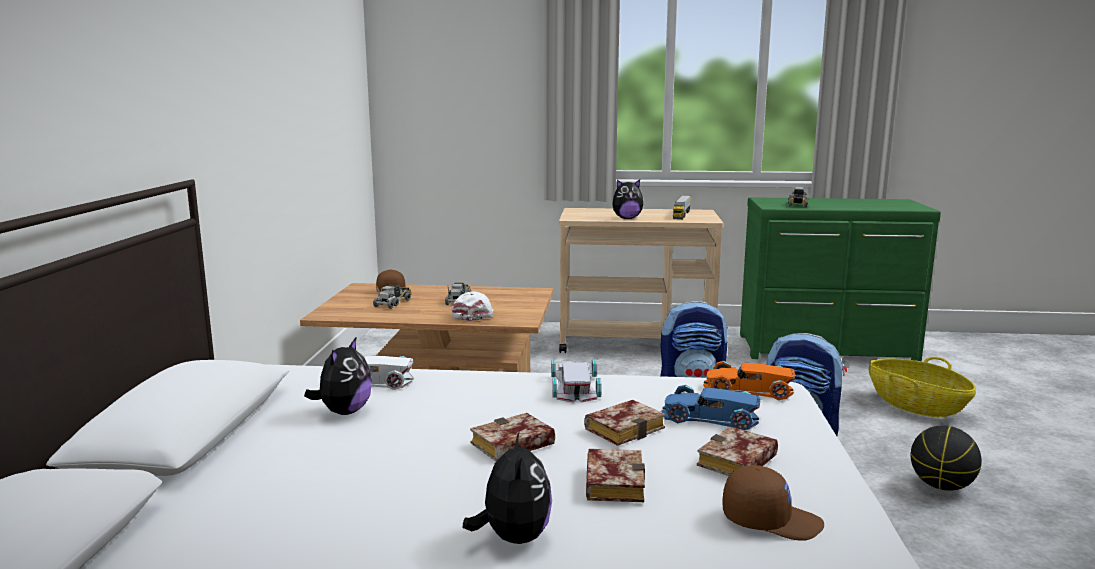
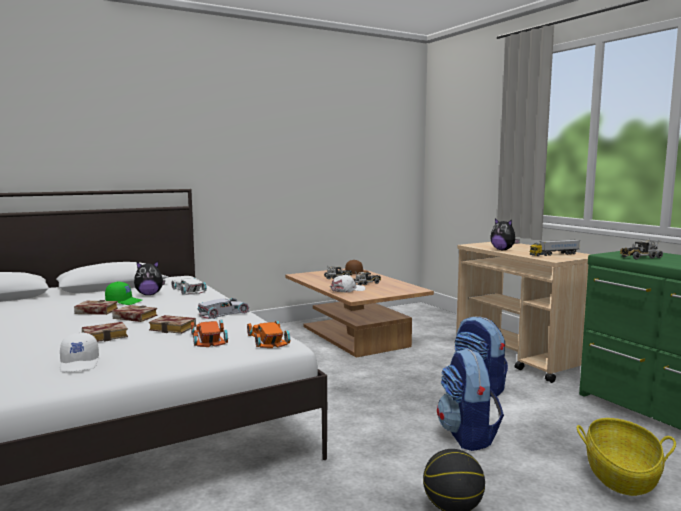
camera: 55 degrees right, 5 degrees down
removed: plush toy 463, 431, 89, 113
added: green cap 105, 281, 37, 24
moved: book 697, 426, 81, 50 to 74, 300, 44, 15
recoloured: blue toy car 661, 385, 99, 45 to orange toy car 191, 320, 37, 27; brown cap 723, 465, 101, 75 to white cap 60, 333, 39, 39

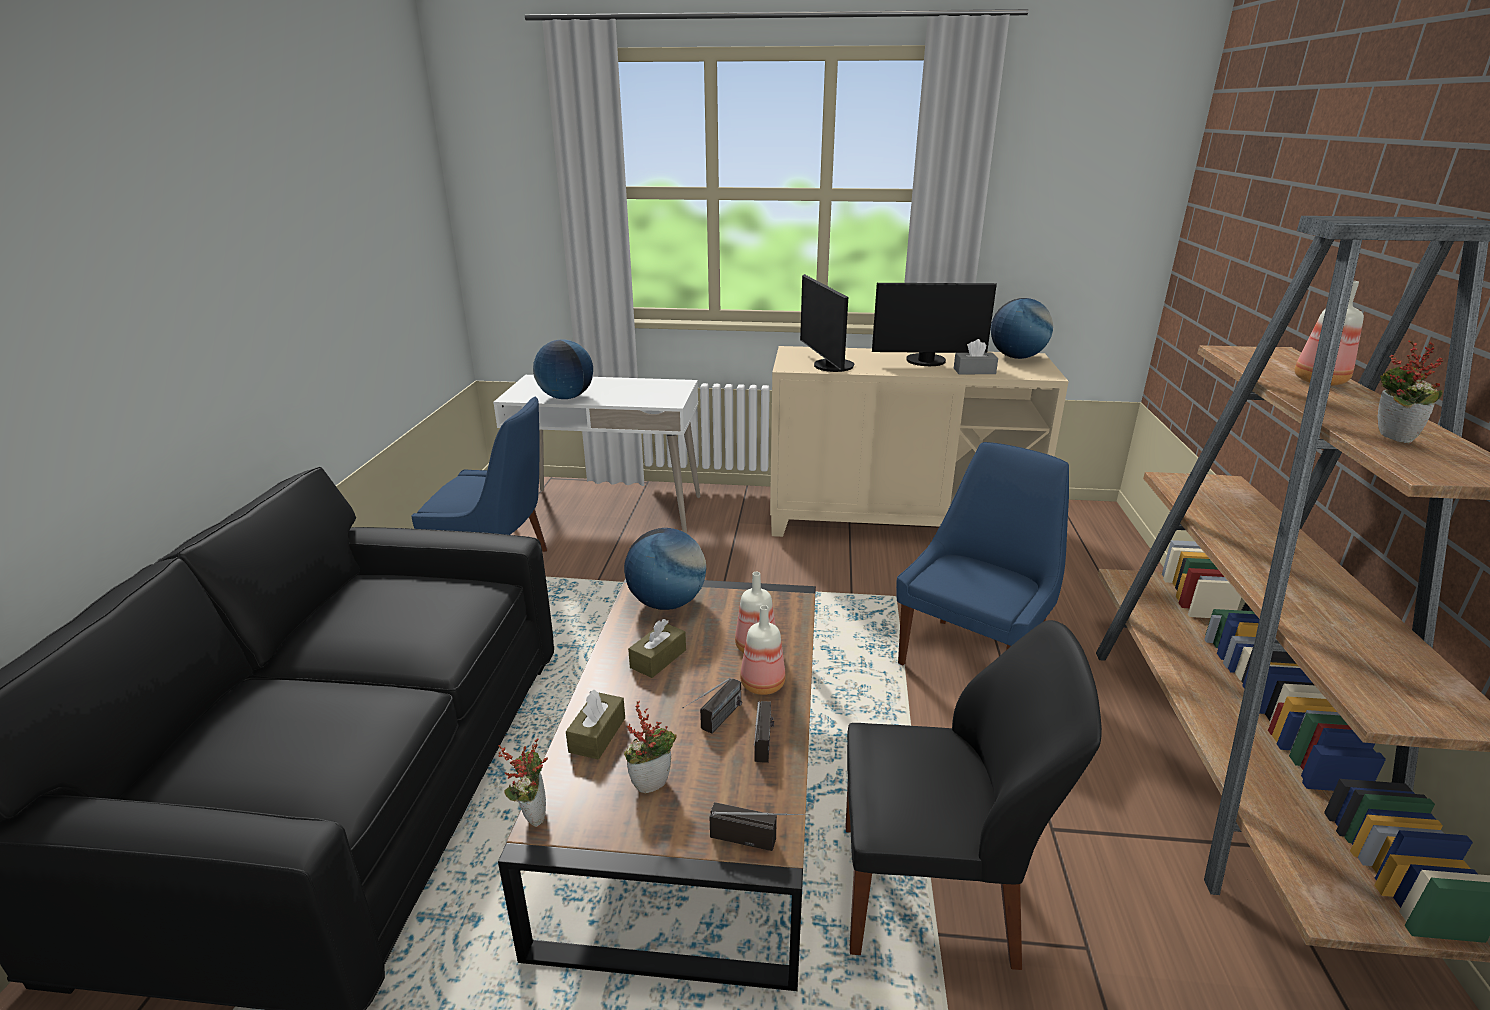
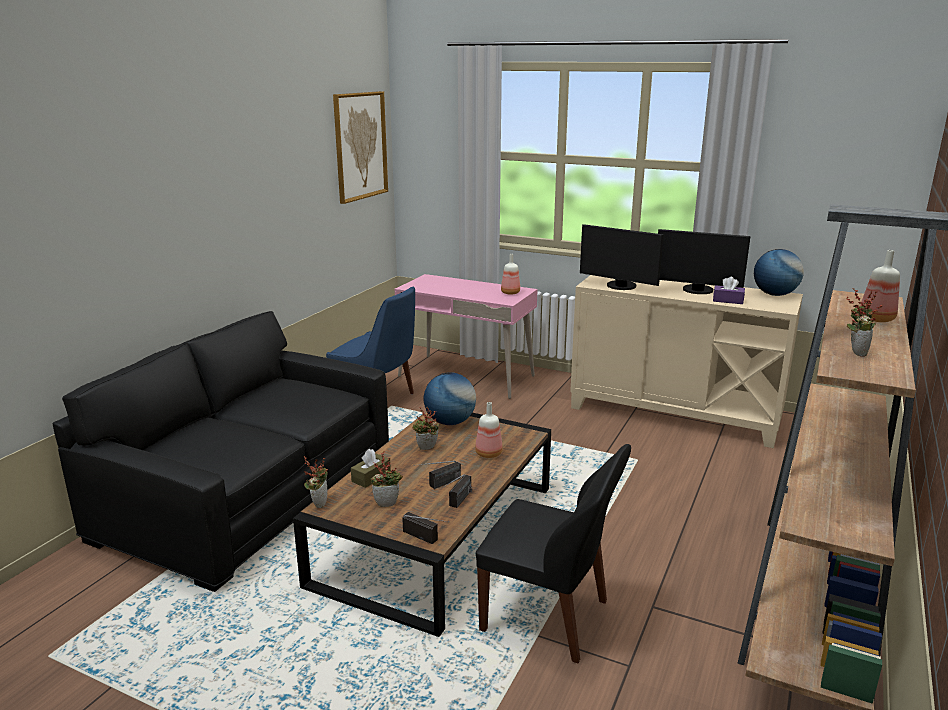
camera: 20 degrees right, 5 degrees down
removed: globe 533, 339, 60, 60; blue chair 896, 442, 173, 223
added: picture 333, 91, 55, 113
moved: bottle 740, 605, 46, 90 to 501, 254, 19, 41
replaced: brown tissue box 628, 619, 58, 59 to potted plant 412, 407, 27, 43
recoloured: white desk 493, 375, 207, 159 to pink desk 395, 274, 143, 125; grey tissue box 954, 339, 44, 35 to purple tissue box 713, 277, 32, 27
turned: monitor 800, 274, 55, 98 = 580, 224, 84, 66 60 degrees counterclockwise

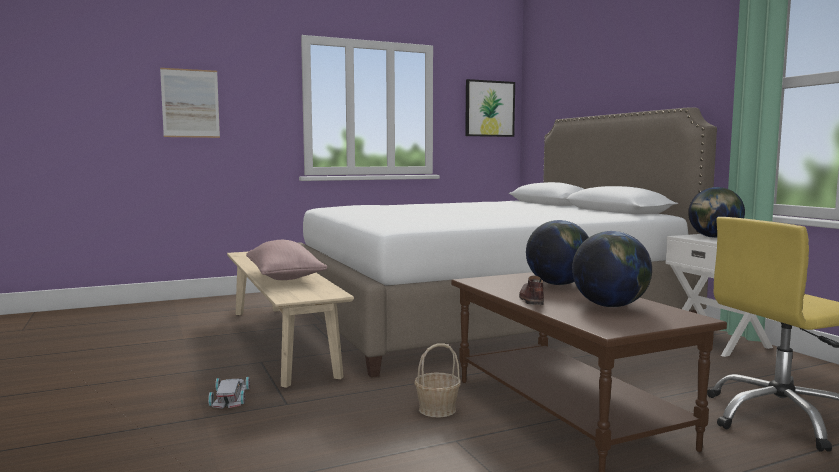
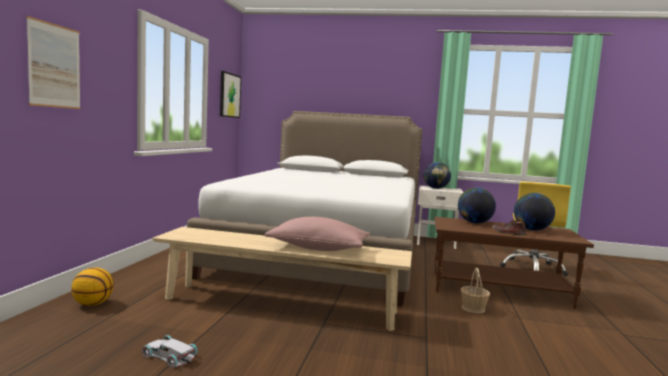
camera: 55 degrees left, 0 degrees up
added: basketball 71, 268, 43, 38
moved: white toy car 208, 377, 42, 32 to 142, 335, 56, 32

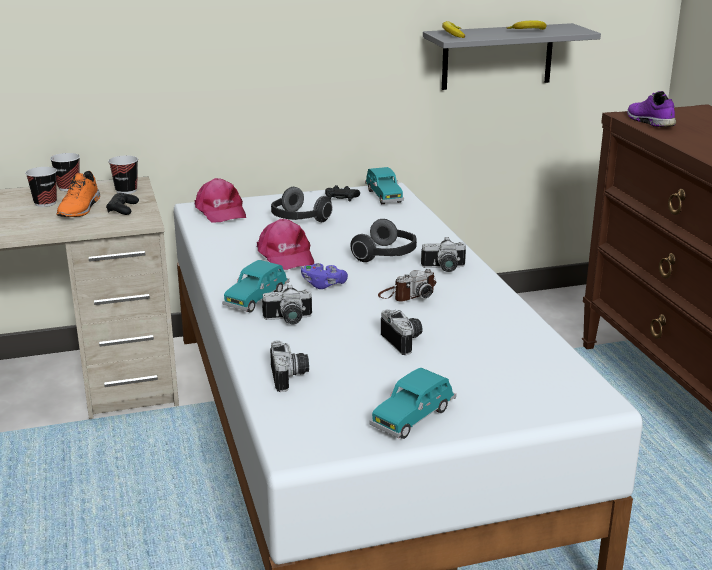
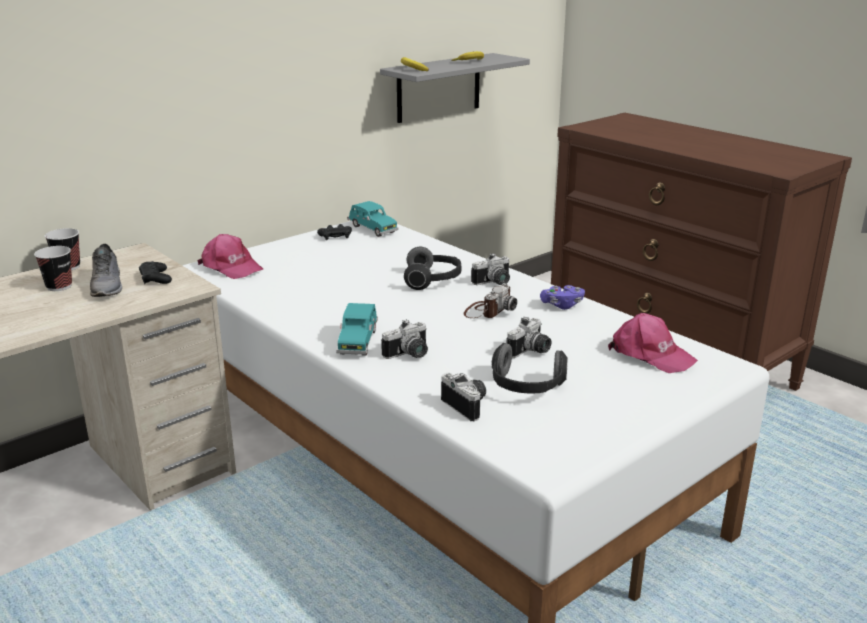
camera: 25 degrees left, 0 degrees up
removed: cup 108, 156, 30, 38; turquoise toy car 369, 368, 87, 71; purple shoe 627, 91, 49, 36
moved: pink cap 257, 219, 57, 51 to 608, 313, 90, 60; headphones 271, 187, 62, 35 to 492, 343, 76, 51; purple game controller 301, 263, 47, 26 to 540, 285, 45, 25
recoloured: orange shoe 56, 171, 44, 46 to grey shoe 90, 243, 32, 54
turned: photo camera 381, 309, 42, 46 = 506, 317, 45, 41 90 degrees clockwise

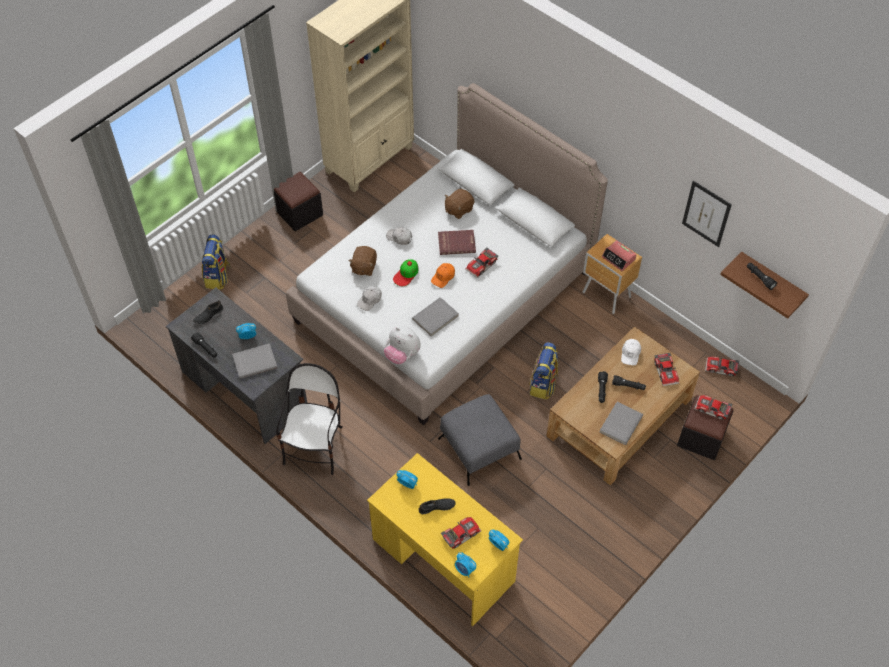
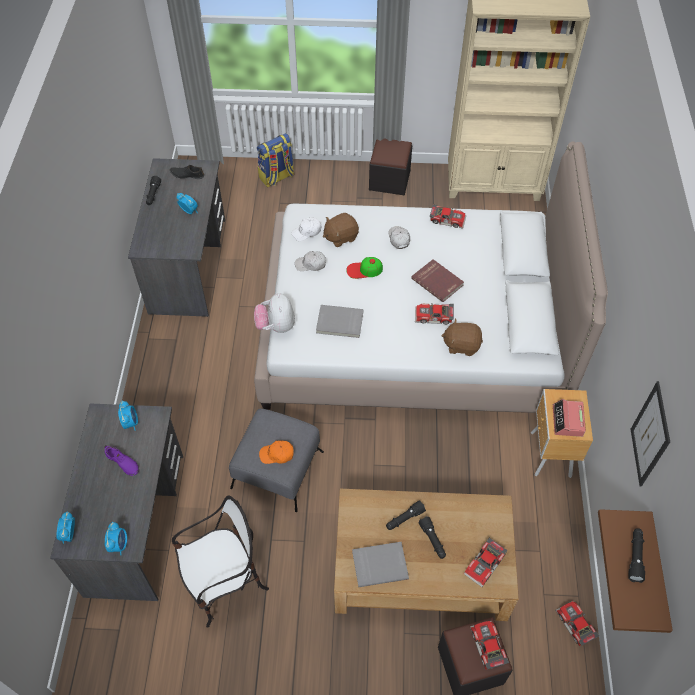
camera: 50 degrees right, 0 degrees up
removed: grey book 232, 343, 45, 36; backpack 529, 342, 29, 58
moved: chair 276, 363, 67, 112 to 172, 495, 97, 133; orange cap 431, 263, 24, 25 to 259, 441, 35, 23; toy car 441, 517, 40, 32 to 430, 204, 36, 25; brown plush toy 445, 189, 30, 30 to 441, 319, 42, 37; white cap 621, 339, 20, 27 to 291, 217, 30, 24
recoloured: yellow desk 367, 453, 156, 173 to grey desk 51, 403, 132, 198; black shoe 419, 498, 37, 16 to purple shoe 104, 445, 35, 31

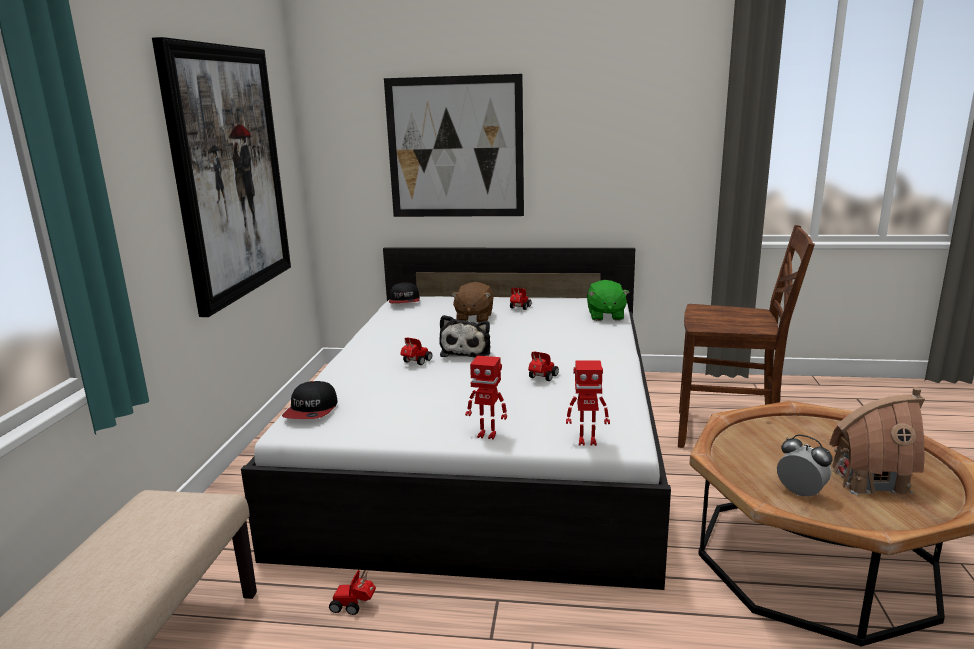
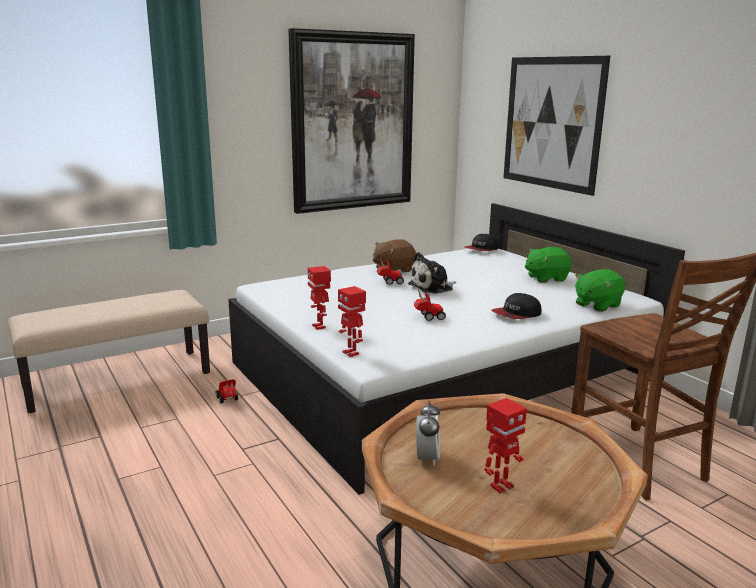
camera: 50 degrees right, 0 degrees up
moved: cap 282, 381, 56, 38 to 492, 293, 49, 26; brown plush toy 451, 282, 43, 41 to 373, 239, 43, 33
replaced: toy car 510, 287, 21, 23 to green plush toy 525, 247, 47, 36; toy house 829, 387, 96, 112 to toy robot 484, 398, 43, 96

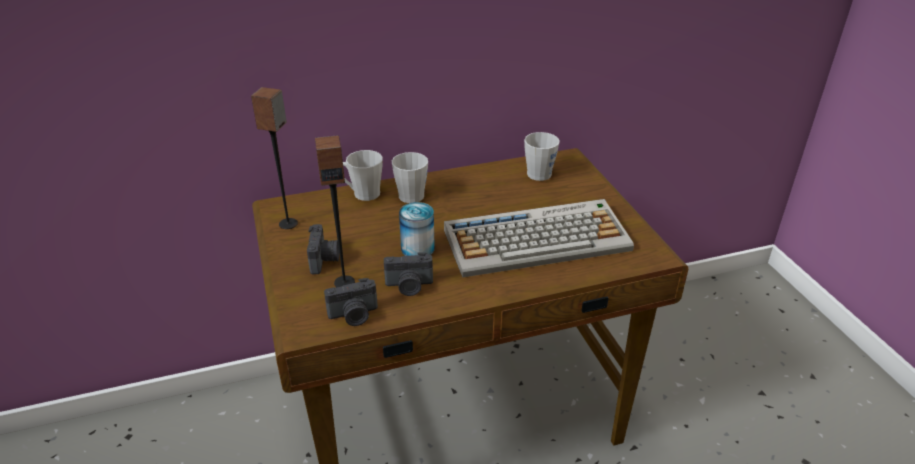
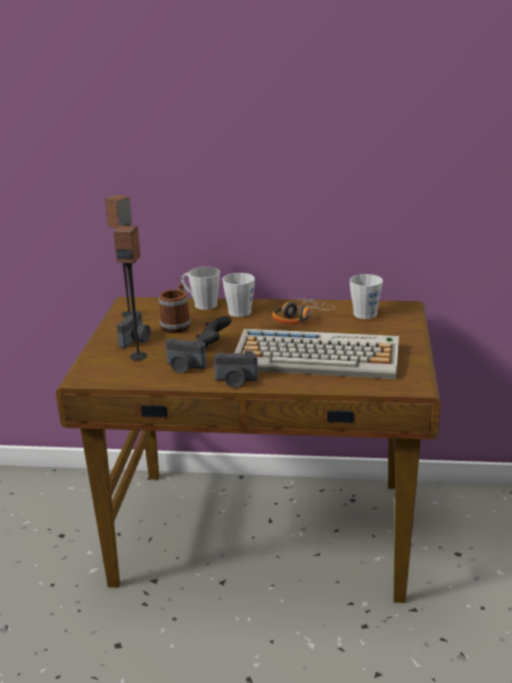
camera: 25 degrees right, 10 degrees down
added: mug 159, 283, 32, 50; headphones 272, 298, 63, 26
moved: photo camera 324, 278, 54, 48 to 214, 351, 44, 37
replaced: can 399, 202, 36, 54 to black game controller 196, 316, 35, 33

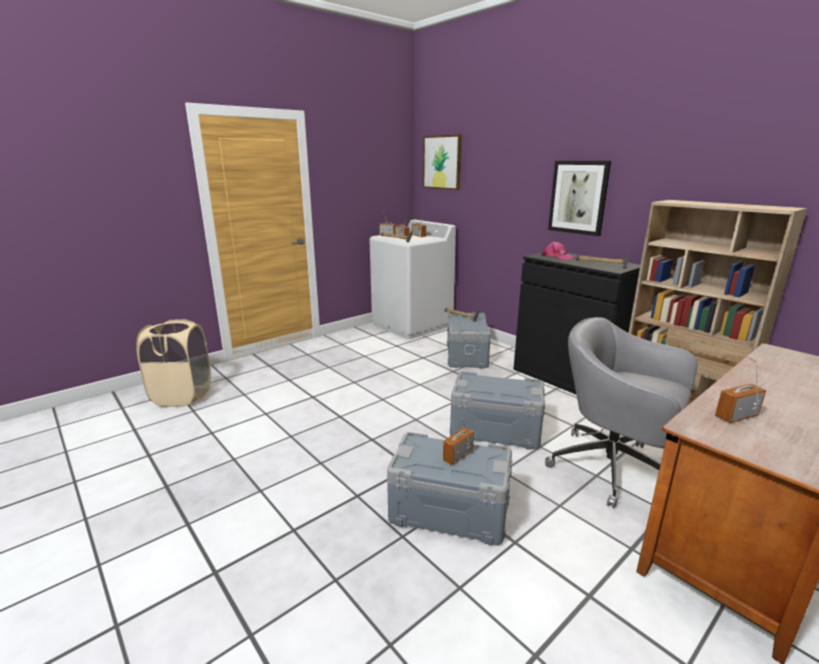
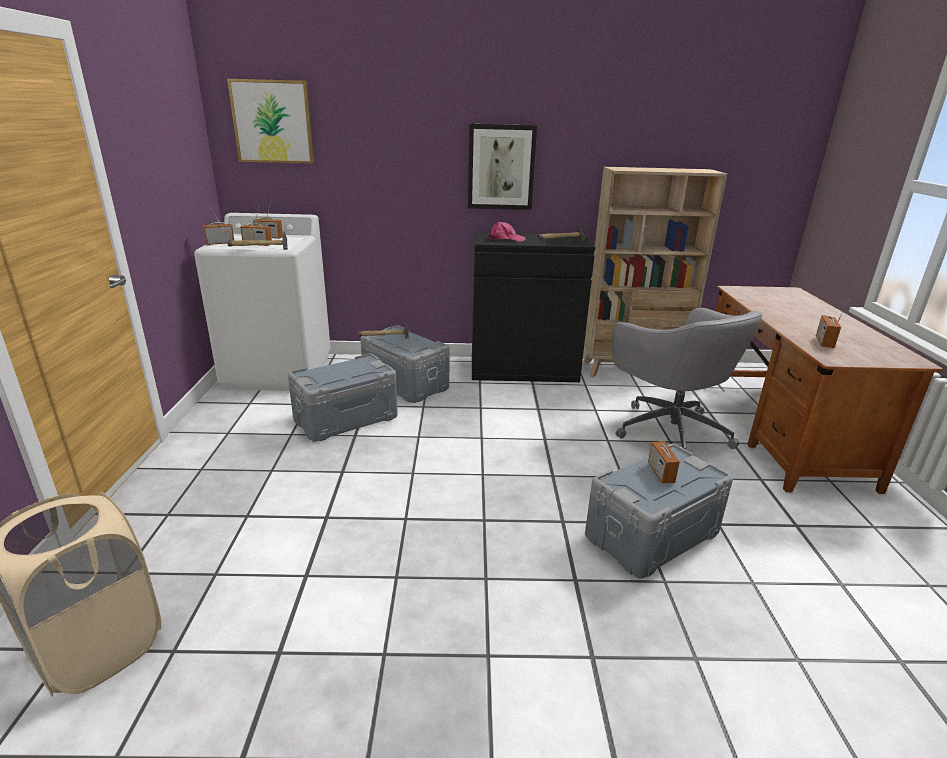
camera: 50 degrees left, 5 degrees up
moved: grey storage box 450, 372, 95, 78 to 288, 353, 110, 89
turned: grey office chair 545, 317, 153, 191 = 611, 308, 152, 142 105 degrees counterclockwise

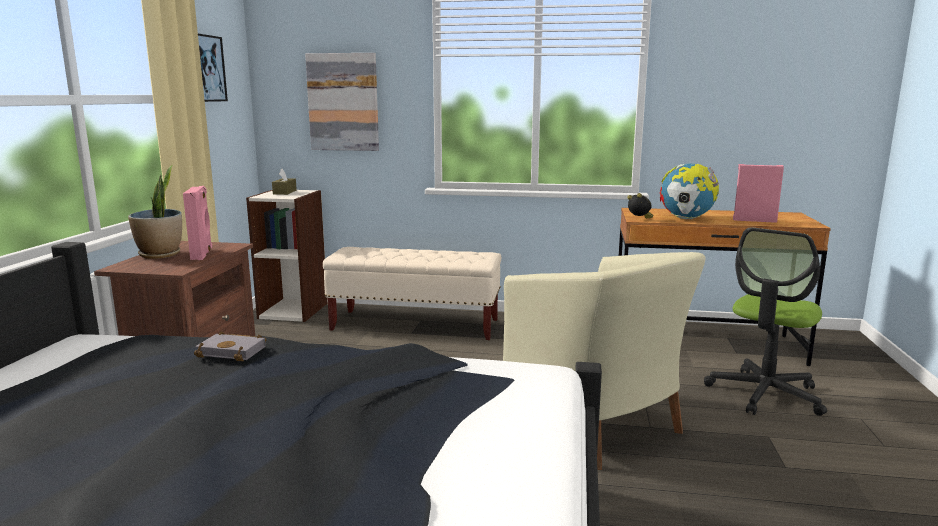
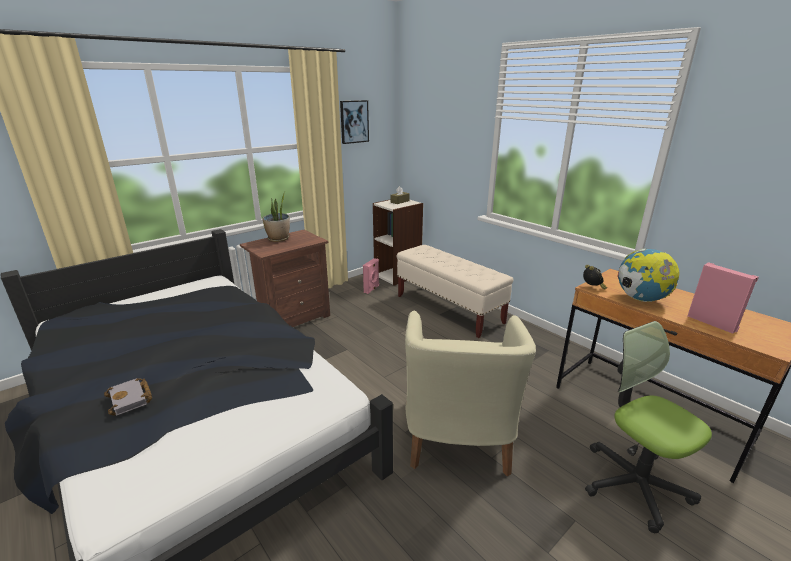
camera: 40 degrees right, 10 degrees up
removed: picture 305, 53, 74, 98
moved: pink speaker 183, 186, 29, 74 to 363, 258, 16, 36; grey book 194, 331, 72, 30 to 104, 378, 48, 38
turned: office chair 704, 228, 123, 188 = 585, 321, 127, 212 75 degrees clockwise

